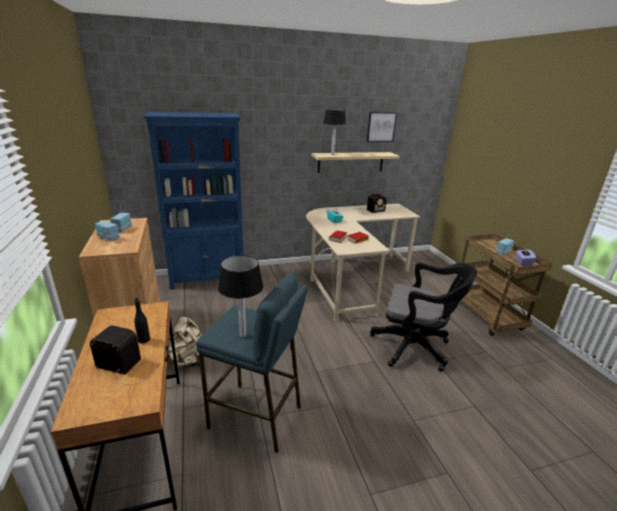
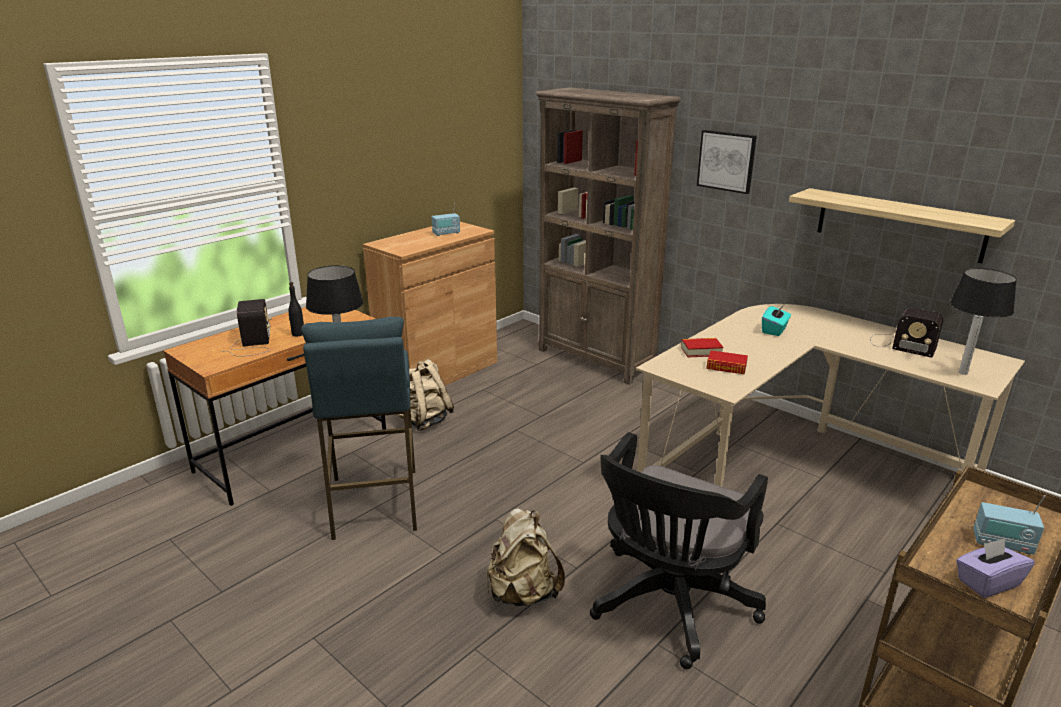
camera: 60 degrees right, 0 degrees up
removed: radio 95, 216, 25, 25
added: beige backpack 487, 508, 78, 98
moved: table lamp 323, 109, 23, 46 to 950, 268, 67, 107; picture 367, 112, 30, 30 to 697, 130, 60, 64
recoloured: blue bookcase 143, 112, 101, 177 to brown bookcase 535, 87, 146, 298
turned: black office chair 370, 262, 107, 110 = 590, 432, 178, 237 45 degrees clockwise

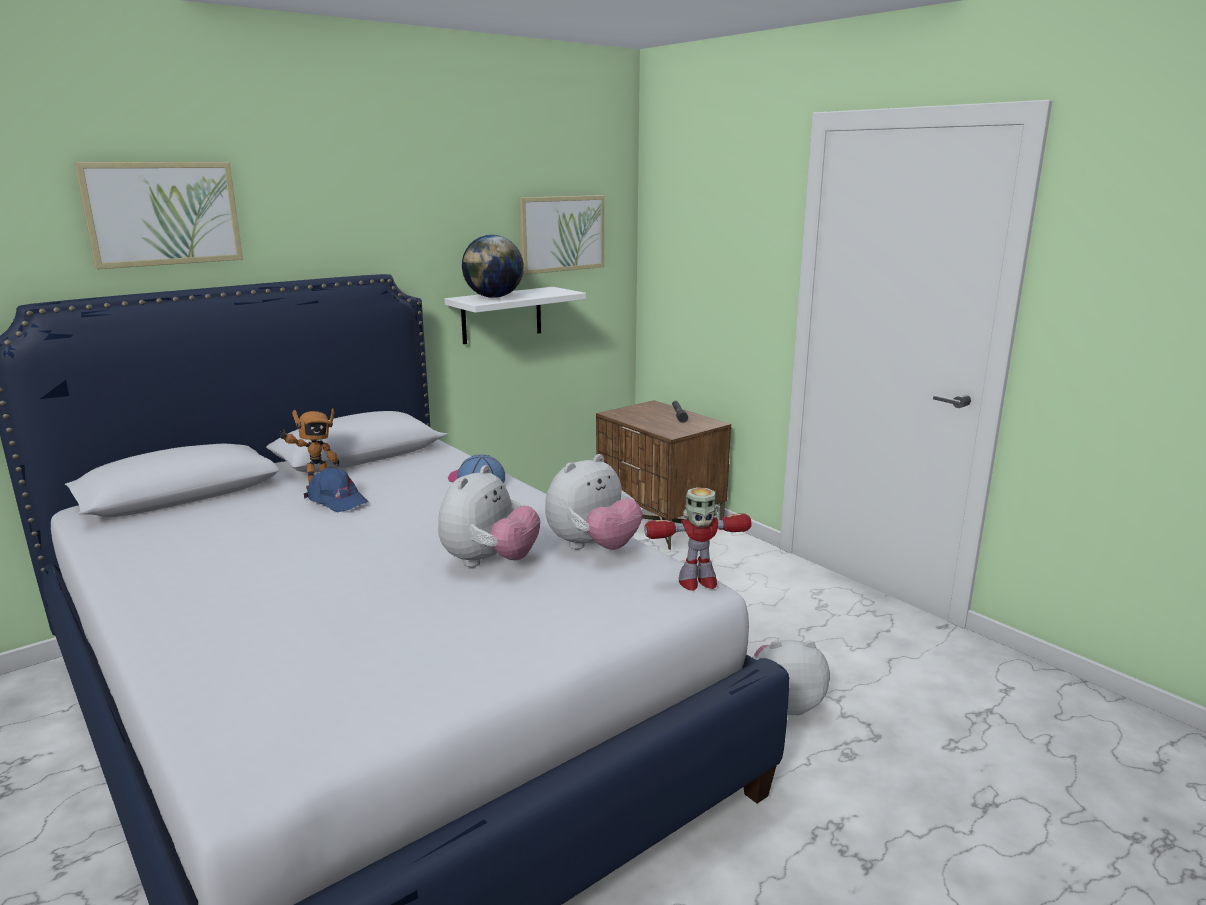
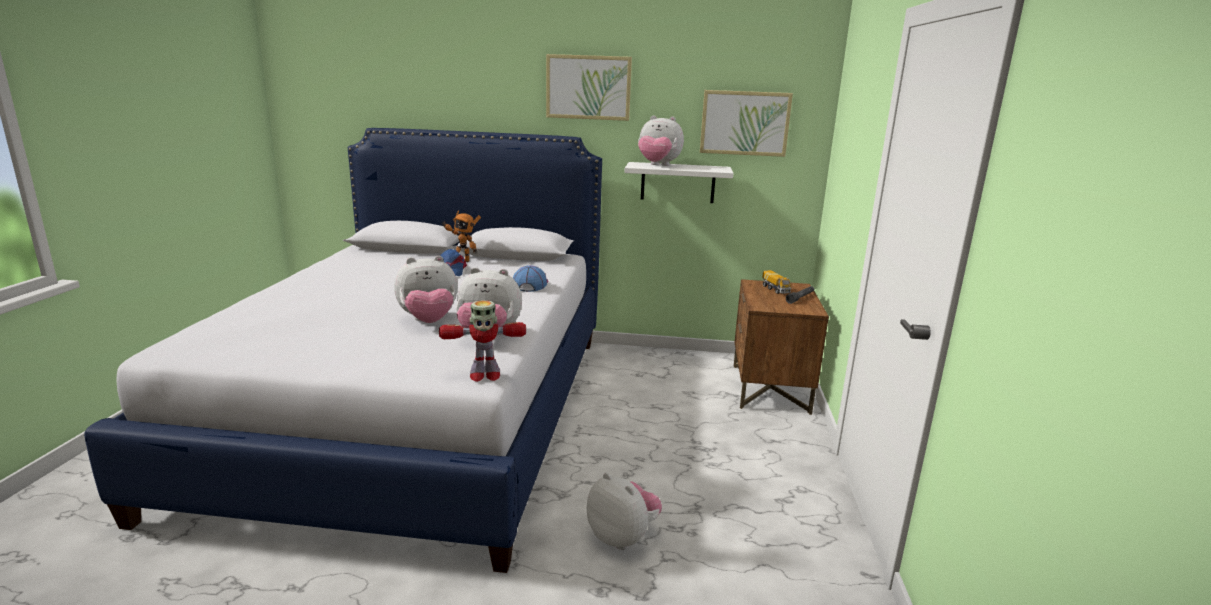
camera: 45 degrees right, 0 degrees up
added: toy truck 762, 270, 29, 24
moved: picture 74, 162, 169, 107 to 546, 54, 86, 67
replaced: globe 462, 235, 62, 63 to plush toy 638, 115, 46, 51
turned: toy robot 644, 487, 108, 104 = 439, 300, 87, 82 45 degrees counterclockwise

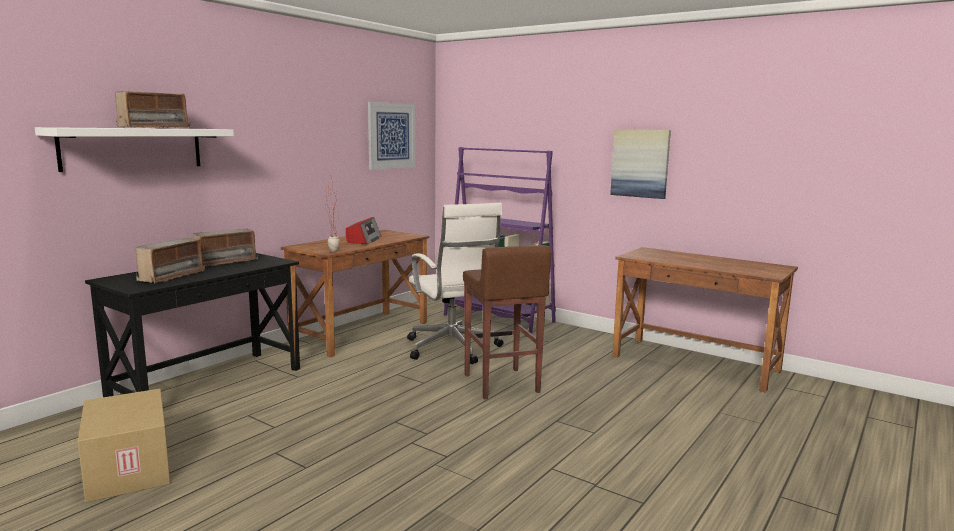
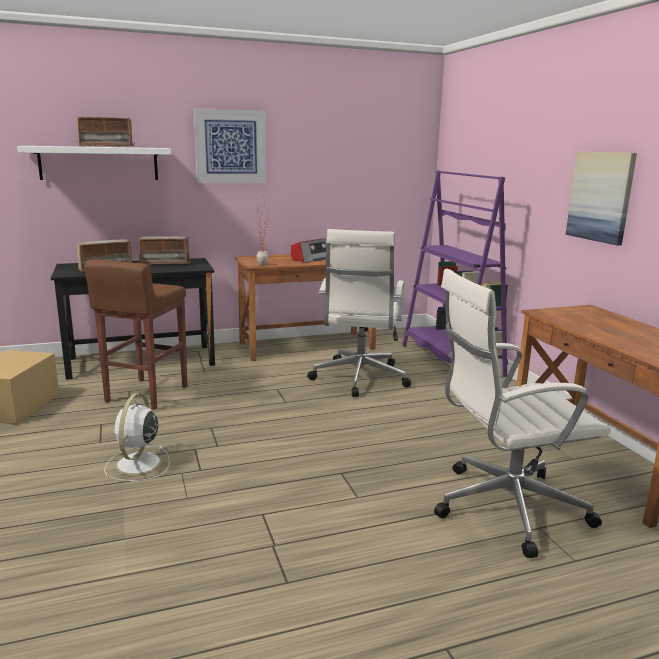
camera: 35 degrees right, 5 degrees up
added: white fan 104, 393, 66, 88; white office chair 434, 269, 177, 289
moved: picture 368, 102, 47, 68 to 194, 108, 72, 75; brown stool 463, 245, 89, 154 to 84, 259, 103, 151

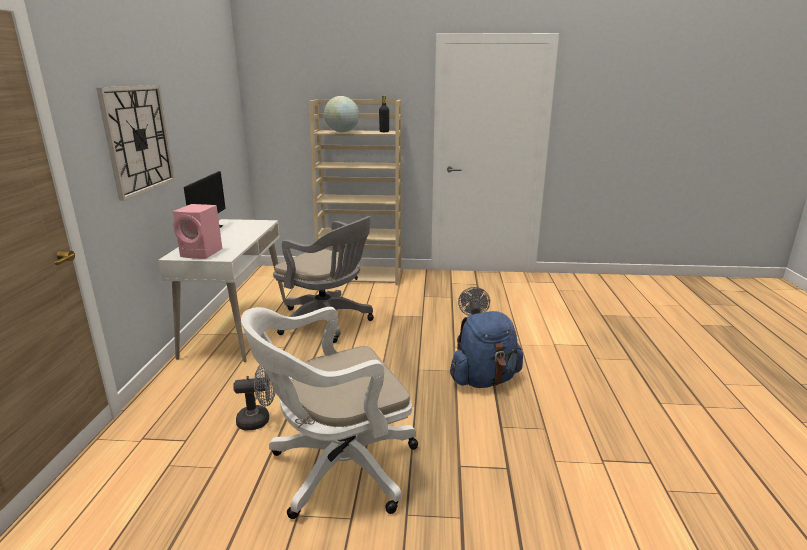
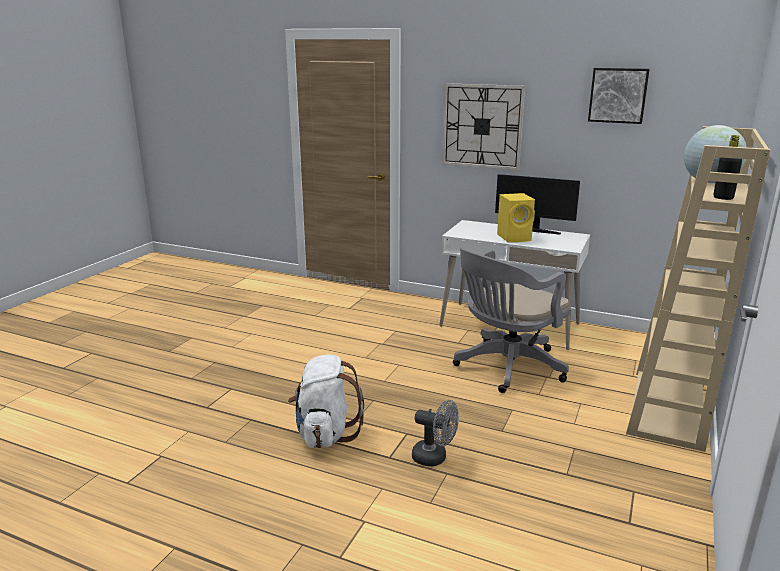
camera: 110 degrees right, 0 degrees up
removed: pink speaker 173, 204, 49, 55; grey fan 233, 365, 43, 65; white office chair 241, 307, 177, 212
added: yellow speaker 497, 193, 38, 49; picture 588, 68, 62, 56
recoloured: blue backpack 450, 311, 73, 77 to white backpack 288, 354, 76, 94

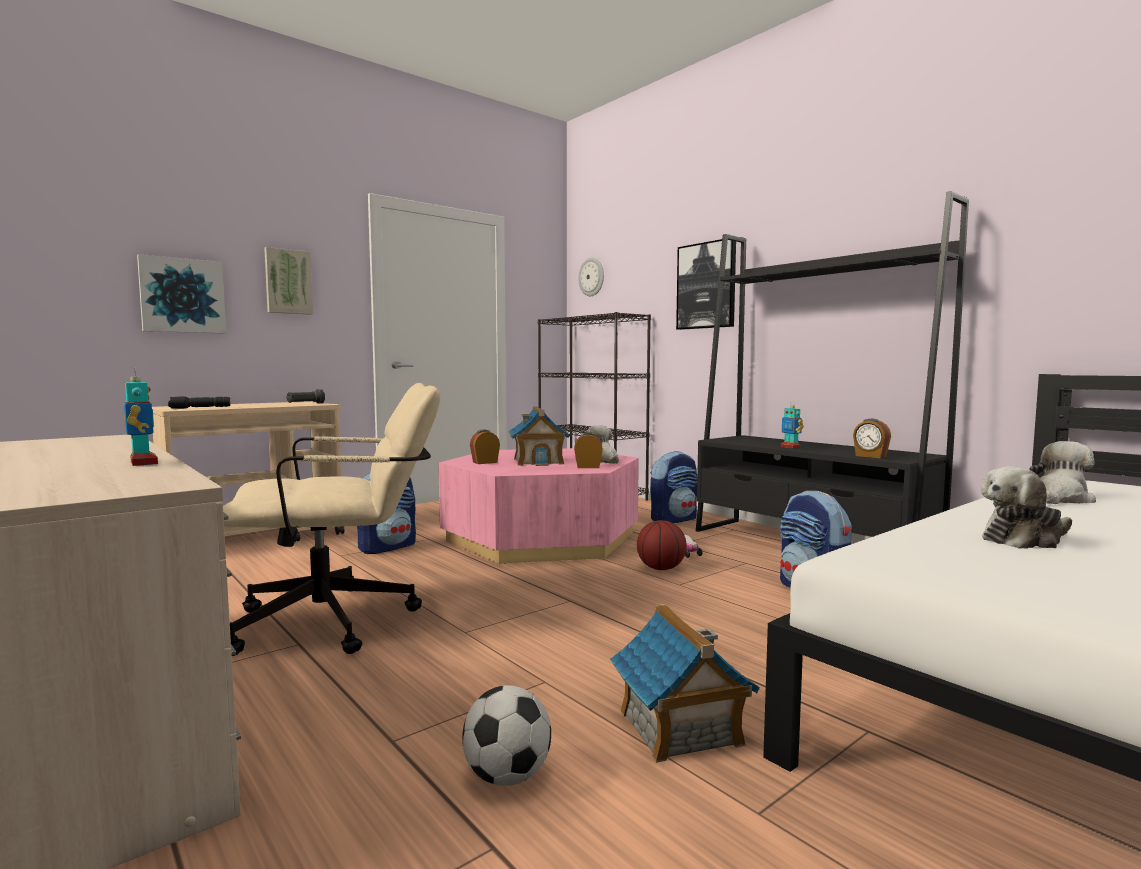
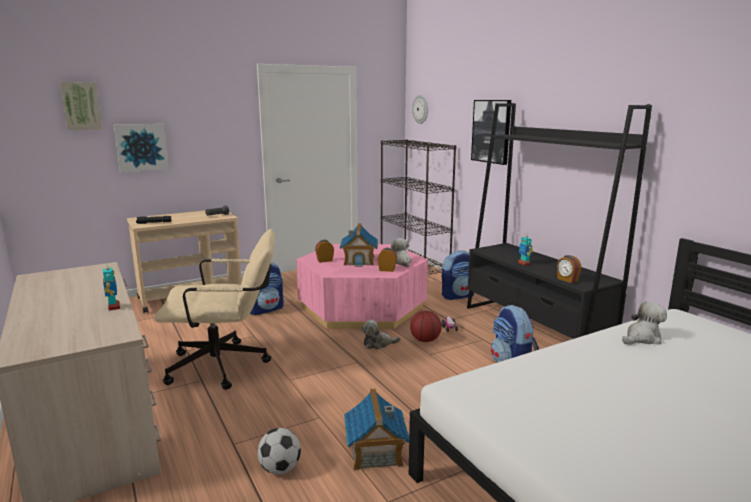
camera: 10 degrees right, 10 degrees up
moved: picture 264, 247, 49, 68 to 60, 82, 42, 48; plush toy 981, 466, 91, 83 to 361, 320, 40, 29

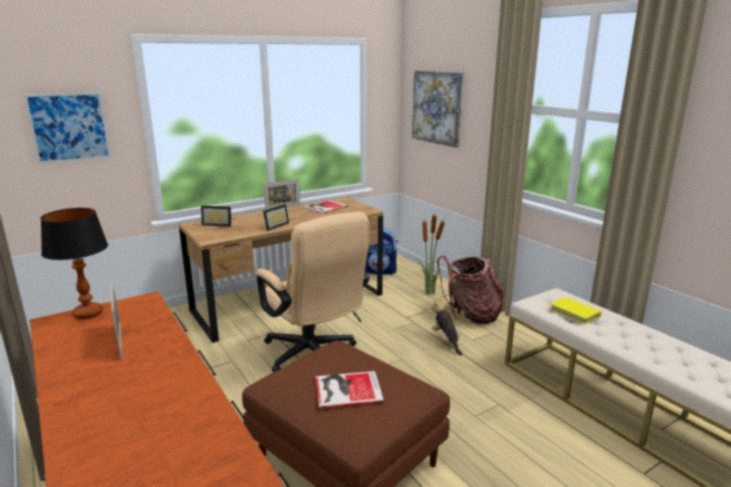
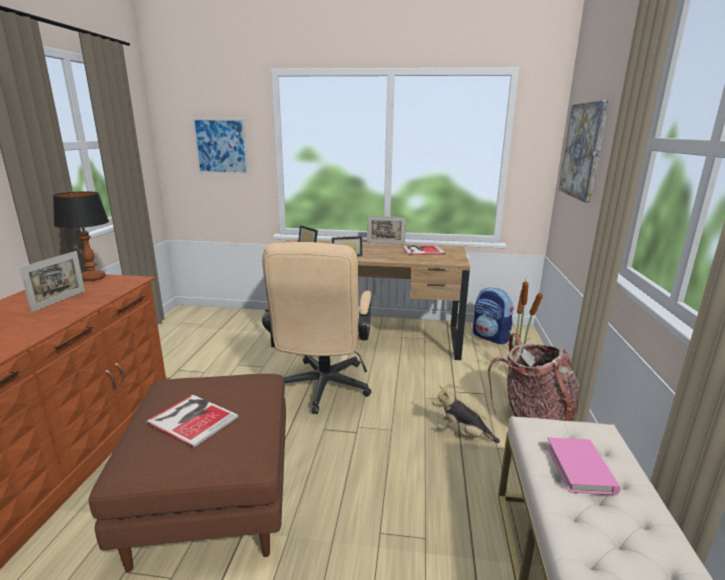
camera: 40 degrees right, 0 degrees up
recoloured: yellow book 549, 297, 53, 28 to pink book 546, 437, 75, 58
turned: plush toy 431, 297, 31, 59 = 432, 386, 68, 57 90 degrees counterclockwise

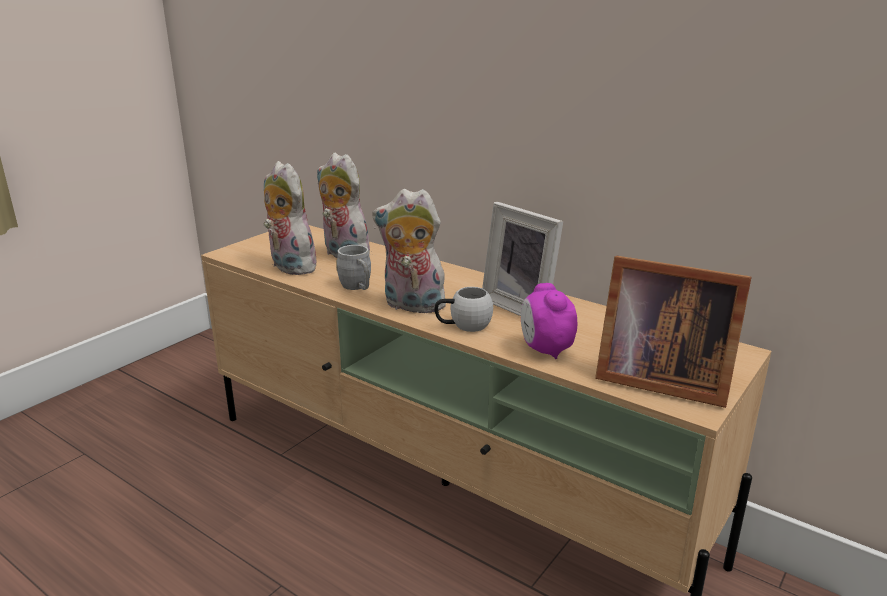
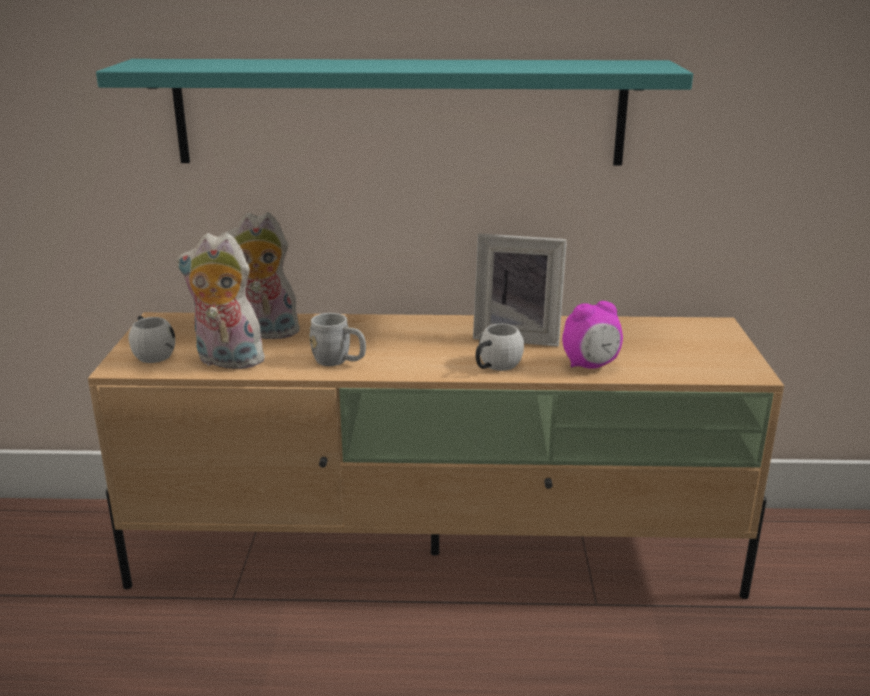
camera: 35 degrees left, 0 degrees up
removed: plush toy 372, 189, 74, 124; picture frame 595, 256, 156, 152
added: turquoise shelf 96, 59, 597, 106; white mug 129, 316, 46, 47
turned: alarm clock 521, 283, 56, 76 = 562, 301, 61, 68 60 degrees counterclockwise

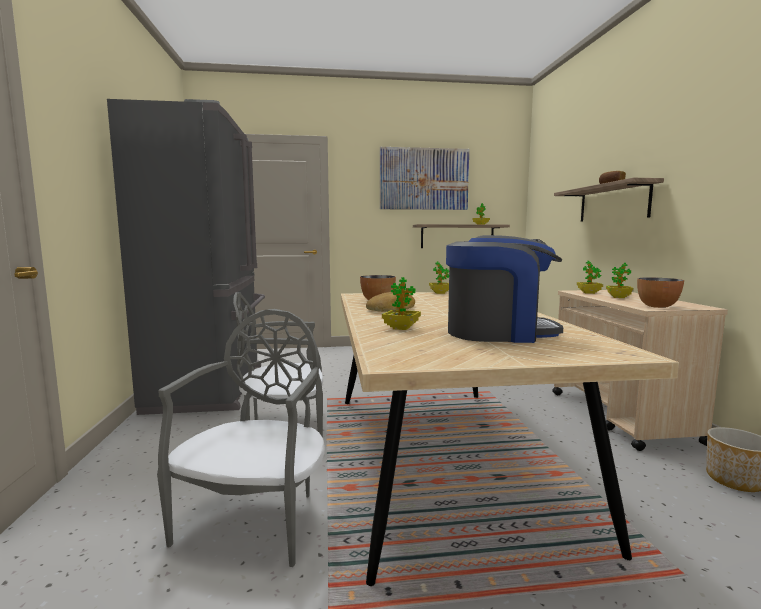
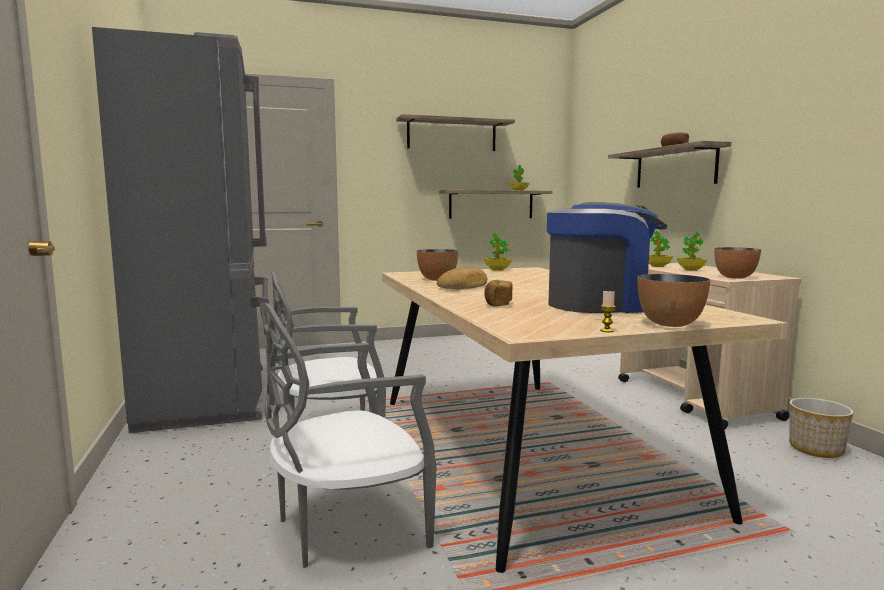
camera: 10 degrees left, 0 degrees up
added: candle 600, 291, 16, 41; bowl 637, 274, 73, 53
replaced: picture 380, 147, 89, 63 to shelf 396, 114, 119, 37; potted plant 382, 277, 39, 53 to bread 484, 280, 28, 26
turned: grey chair 157, 309, 168, 258 = 260, 303, 177, 265 120 degrees counterclockwise

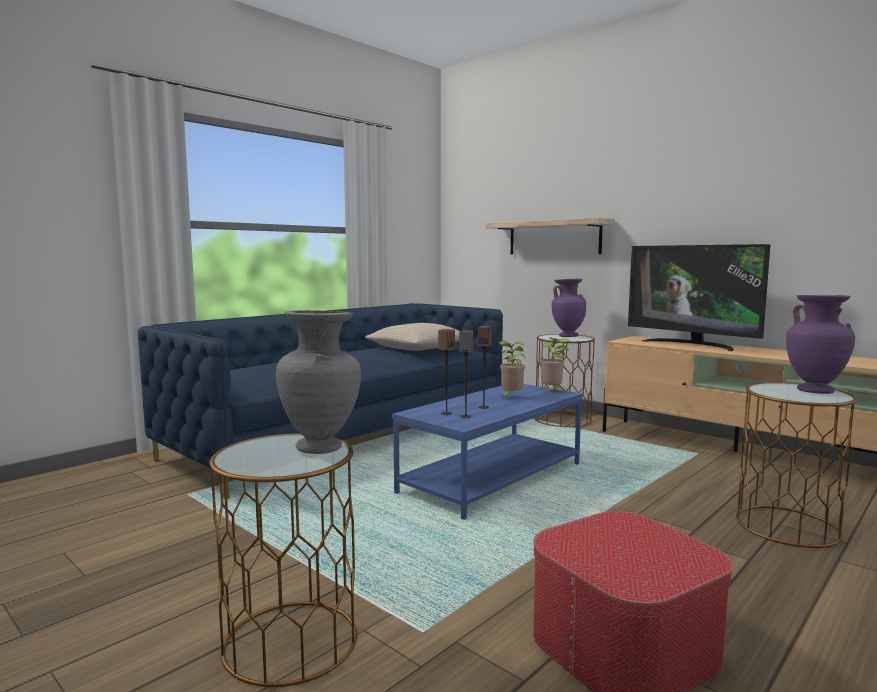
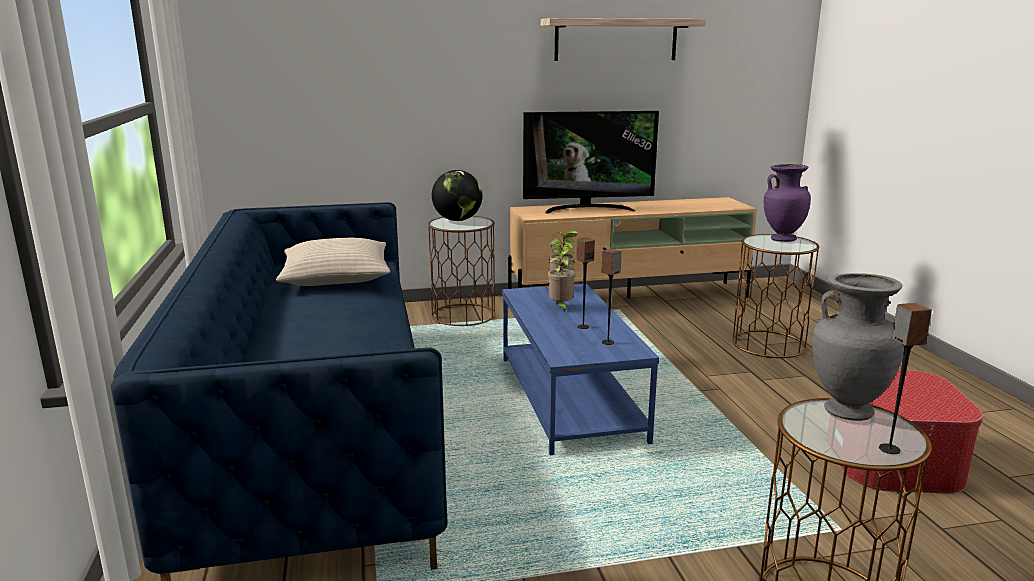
camera: 55 degrees left, 10 degrees up
moved: speaker 438, 329, 17, 86 to 879, 303, 53, 151; shelf 485, 218, 130, 37 to 541, 18, 165, 43
replaced: purple vase 551, 279, 35, 58 to globe 432, 170, 51, 51

